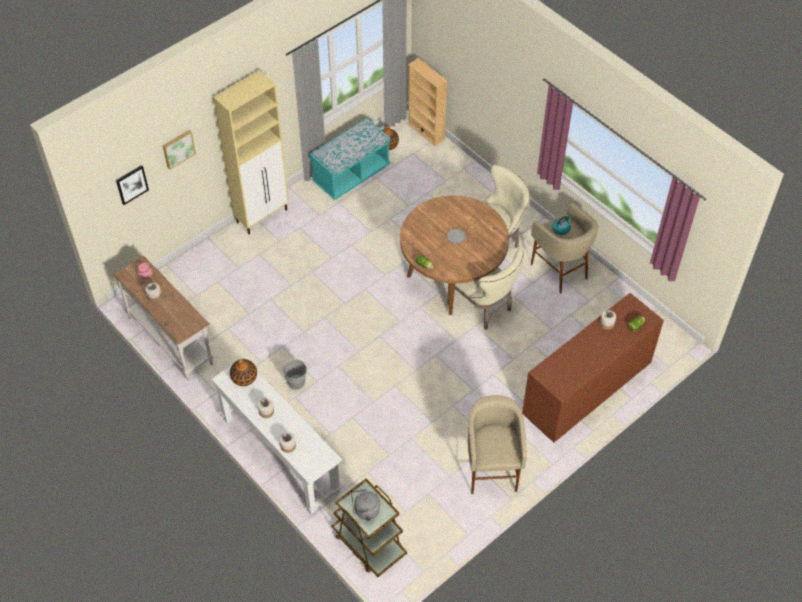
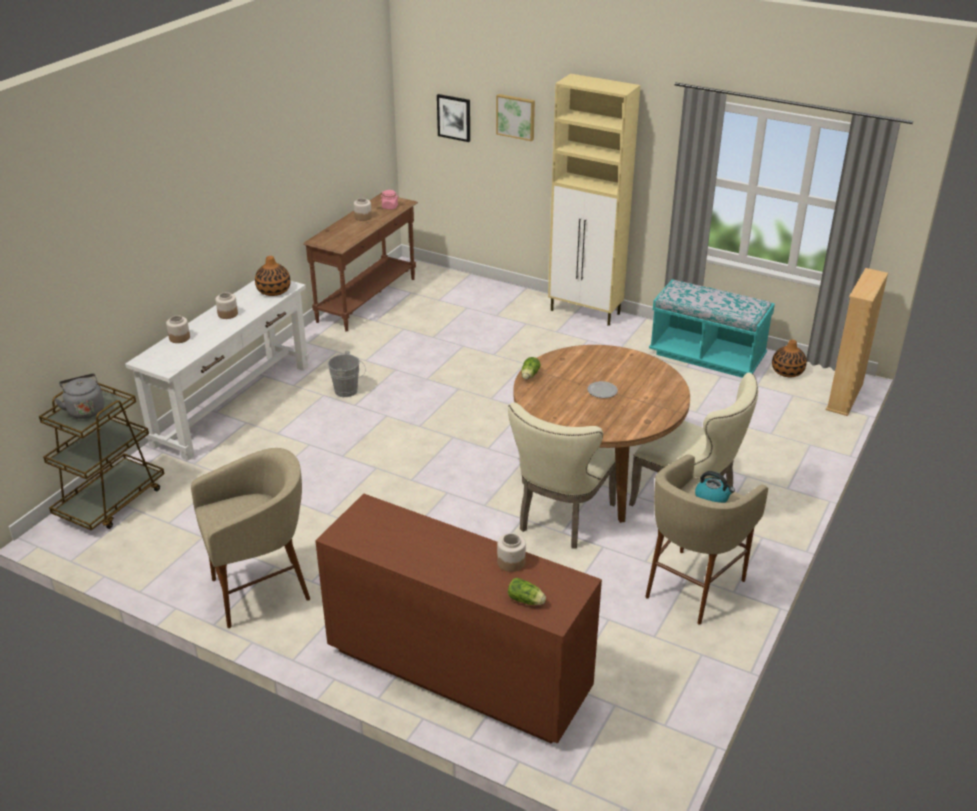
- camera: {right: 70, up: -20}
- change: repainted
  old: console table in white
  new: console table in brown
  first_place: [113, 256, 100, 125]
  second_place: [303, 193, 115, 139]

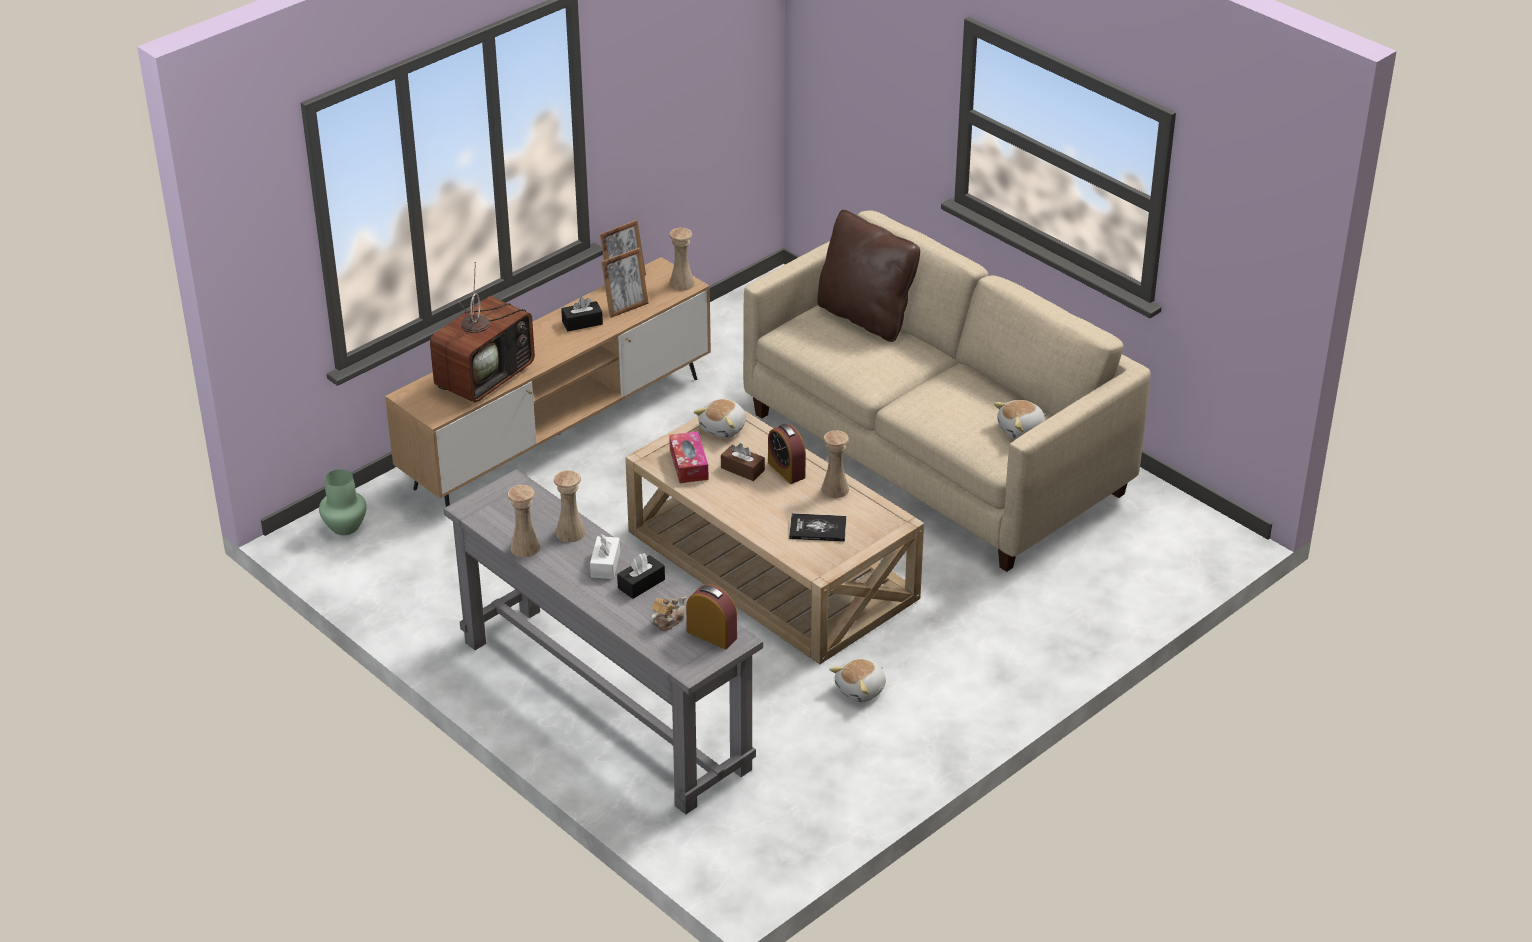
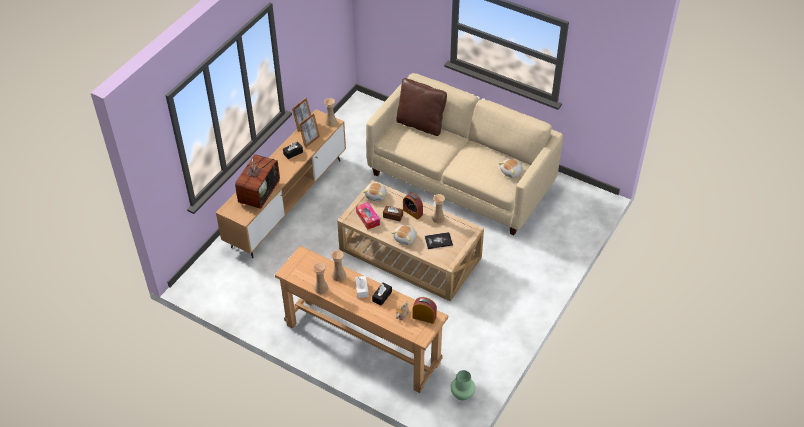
- camera: {right: -15, up: 10}
- change: shifted
  old: vase in green
  first_place: [319, 469, 48, 66]
  second_place: [451, 370, 24, 31]
- change: shifted
  old: plush toy
  first_place: [829, 659, 57, 43]
  second_place: [391, 225, 25, 20]
- change: repainted
  old: console table in grey
  new: console table in brown
  first_place: [444, 469, 319, 345]
  second_place: [275, 246, 173, 147]

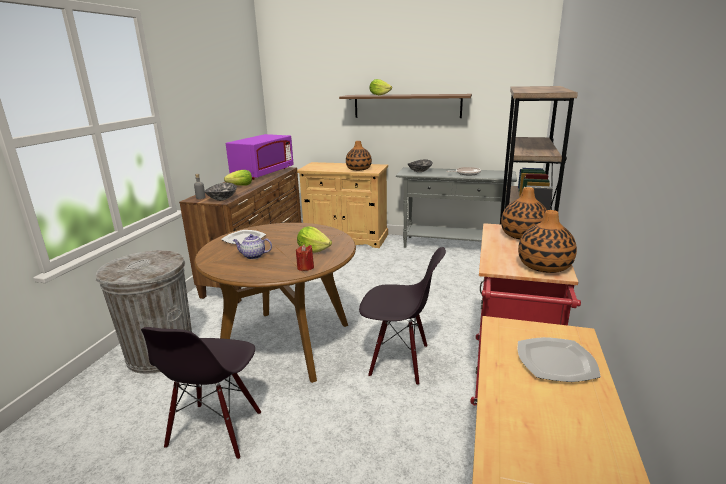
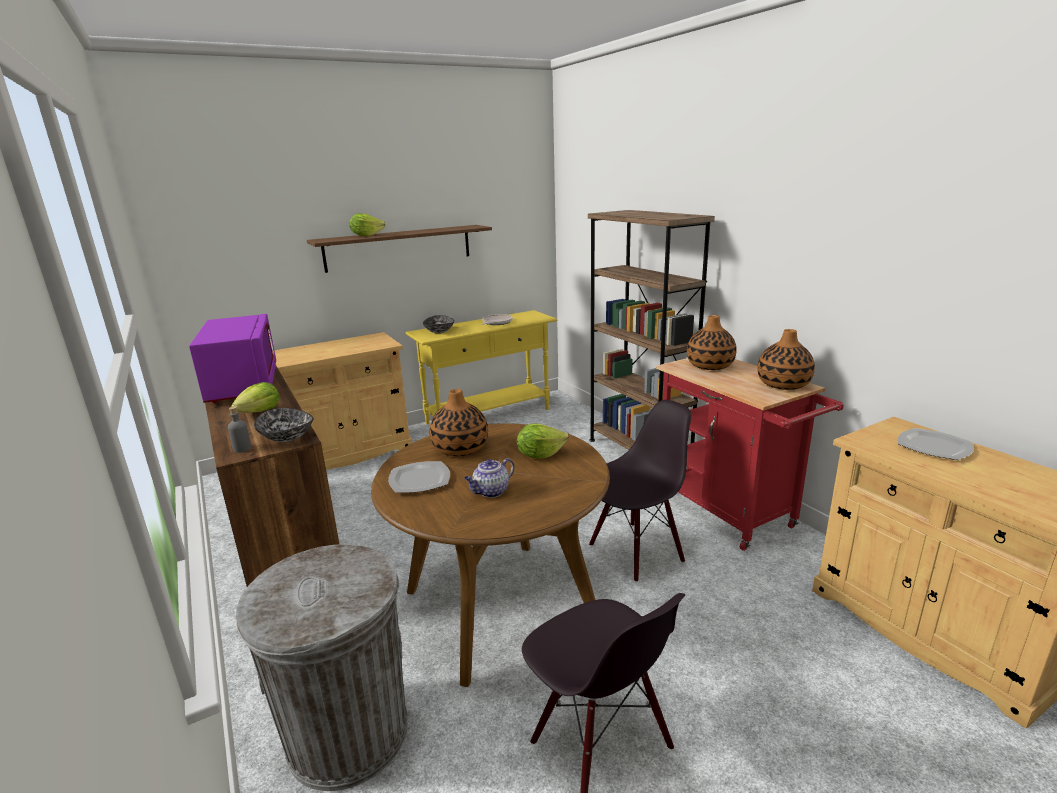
- camera: {right: -45, up: 0}
- change: gone
  old: candle in red
  first_place: [296, 244, 18, 27]
- change: shifted
  old: vase
  first_place: [346, 141, 26, 30]
  second_place: [430, 389, 58, 67]
- change: repainted
  old: console table in grey
  new: console table in yellow
  first_place: [396, 167, 121, 81]
  second_place: [406, 310, 151, 114]

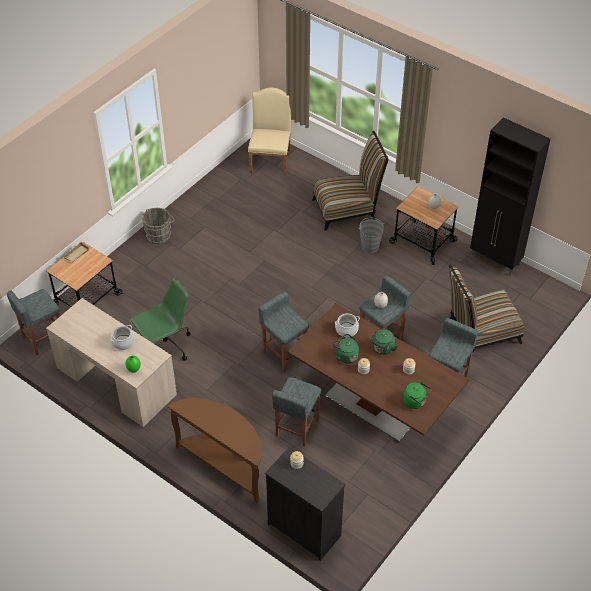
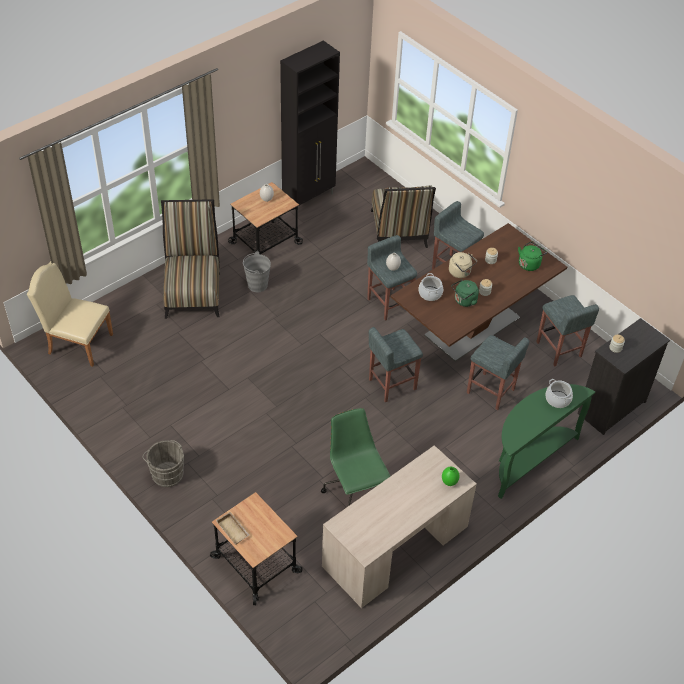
- camera: {right: -80, up: 0}
- change: shifted
  old: stool in grey
  first_place: [7, 289, 53, 67]
  second_place: [536, 295, 63, 71]
- change: shifted
  old: cooking pot
  first_place: [111, 325, 24, 25]
  second_place: [545, 379, 28, 29]
- change: repainted
  old: console table in brown
  new: console table in green
  first_place: [168, 398, 94, 105]
  second_place: [498, 384, 97, 115]
- change: repainted
  old: kettle in green
  new: kettle in beige
  first_place: [369, 329, 29, 26]
  second_place: [449, 252, 28, 26]

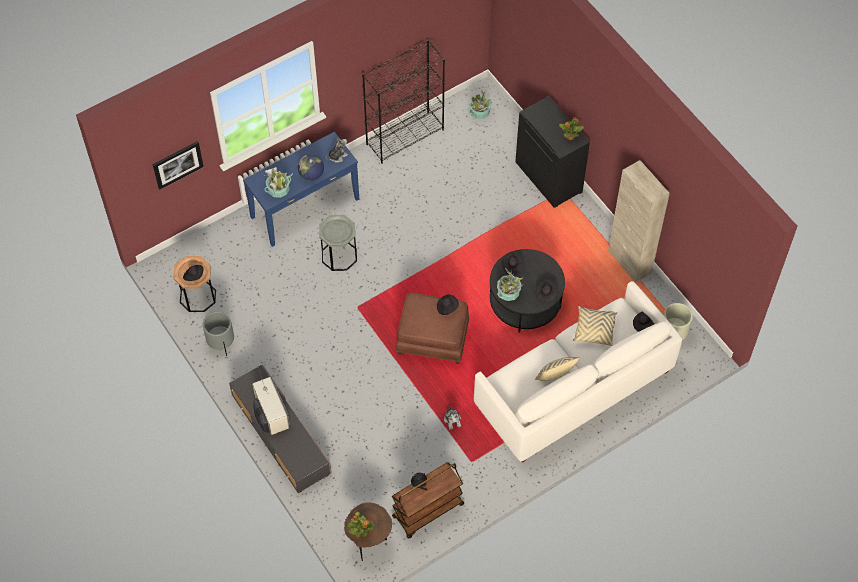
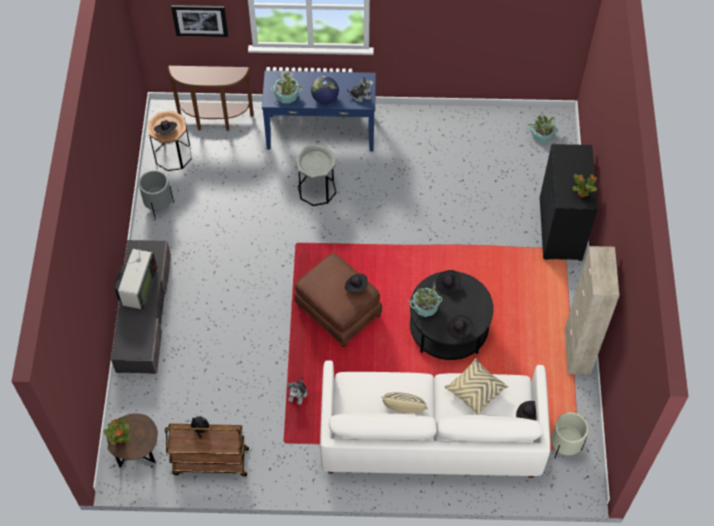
- camera: {right: 35, up: 0}
- change: gone
  old: bookcase in black
  first_place: [362, 40, 83, 124]
- change: new
  new: console table in brown
  second_place: [167, 66, 87, 65]

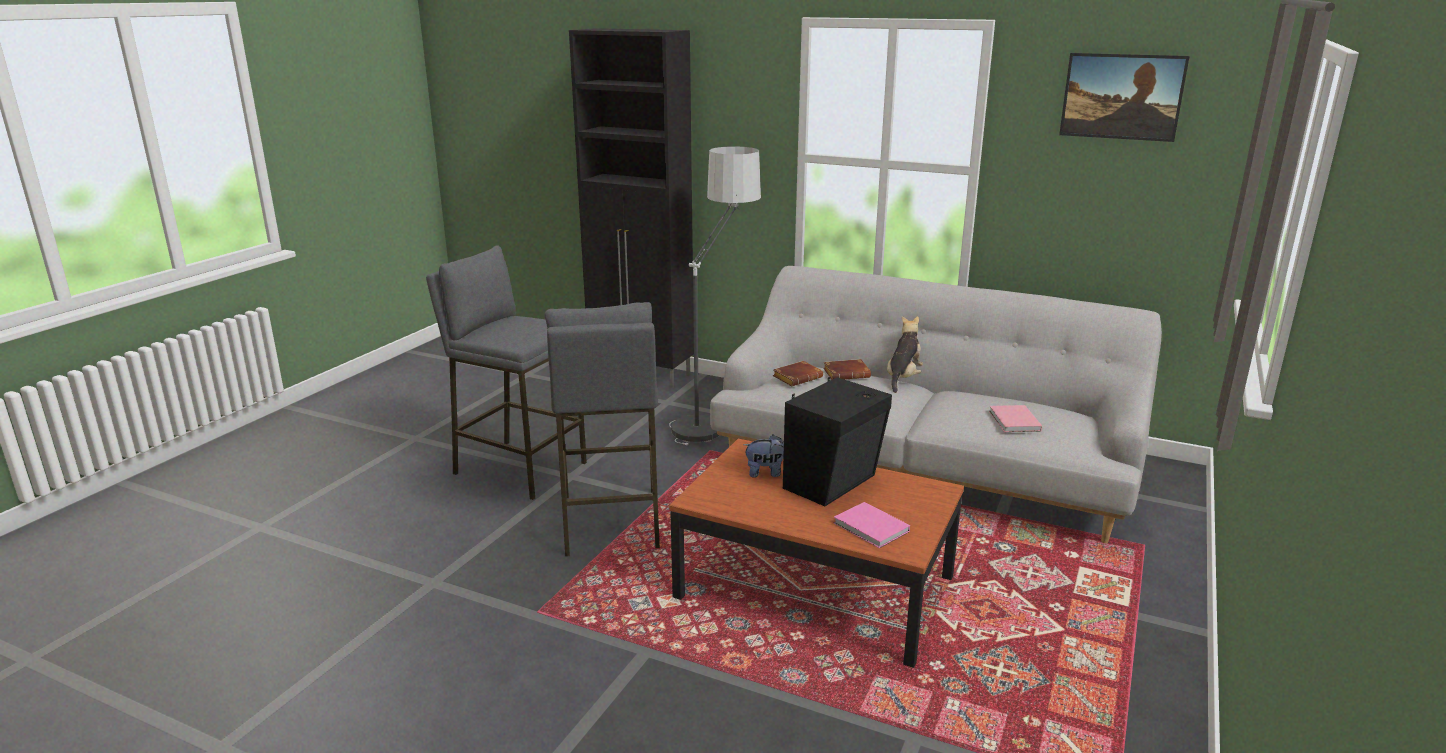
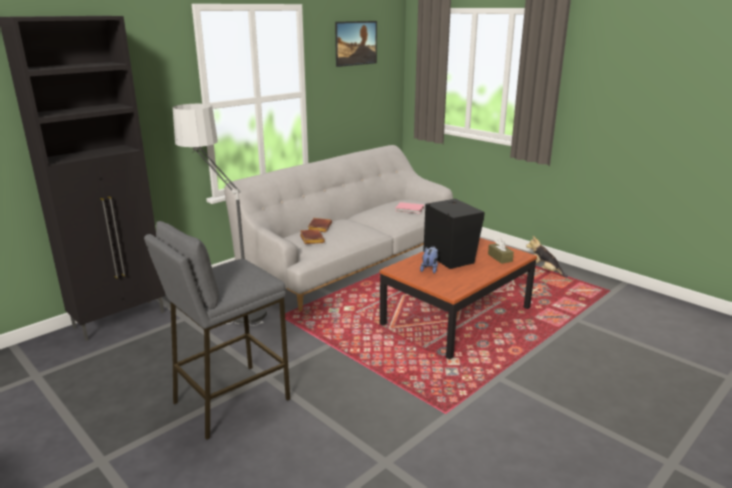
- camera: {right: -70, up: 0}
- change: gone
  old: stool in grey
  first_place: [544, 302, 116, 255]
- change: shifted
  old: plush toy
  first_place: [887, 316, 36, 77]
  second_place: [526, 236, 42, 41]
- change: swapped
  old: book in pink
  new: tissue box in brown
  first_place: [834, 502, 76, 46]
  second_place: [488, 238, 26, 26]

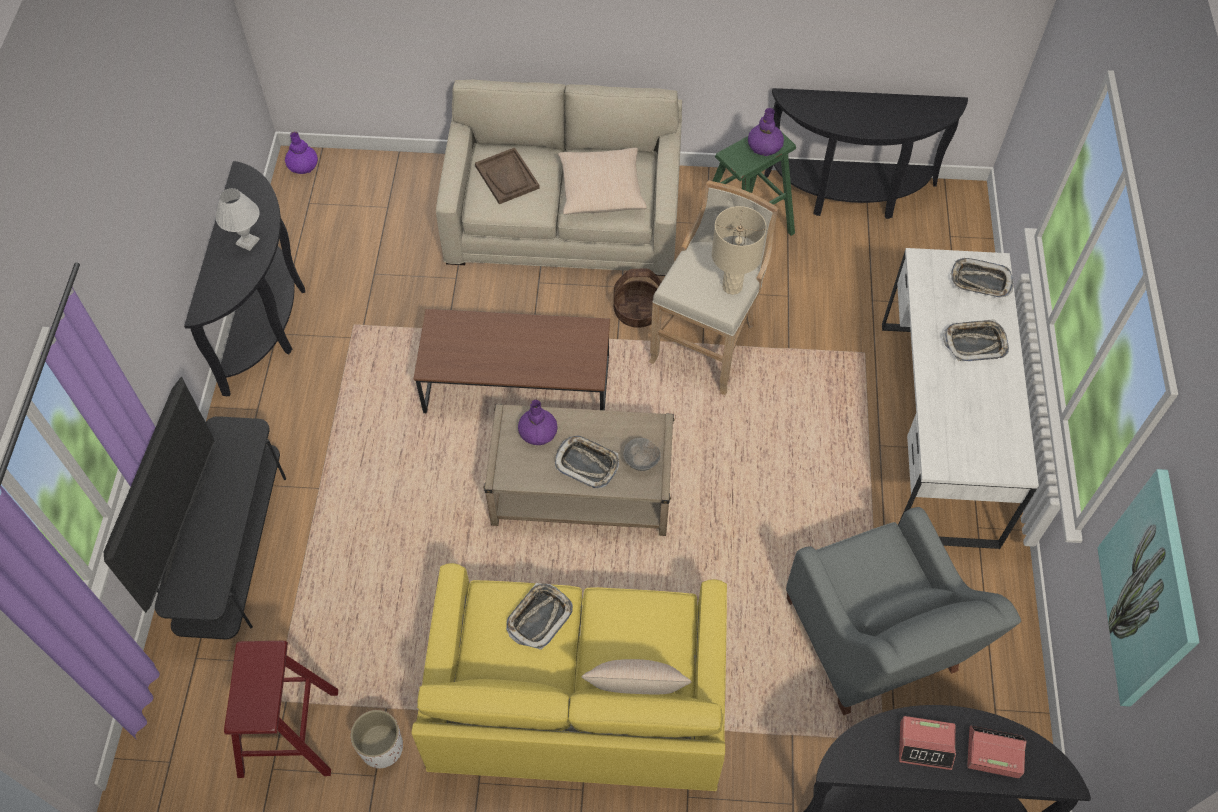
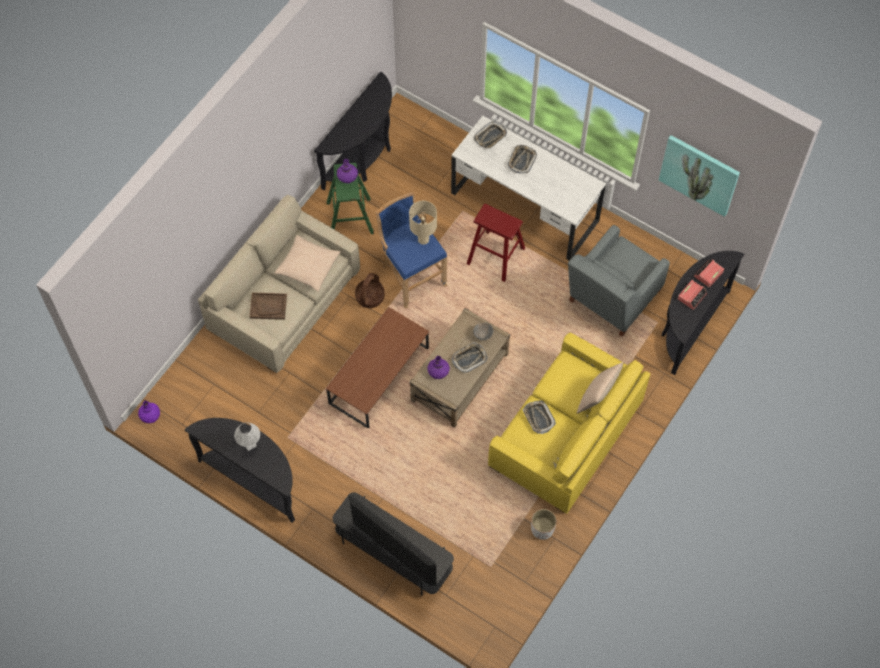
- camera: {right: -60, up: 5}
- change: shifted
  old: stool in red
  first_place: [224, 641, 114, 137]
  second_place: [467, 204, 58, 78]
- change: repainted
  old: stool in beige
  new: stool in blue
  first_place: [649, 180, 130, 215]
  second_place: [376, 192, 71, 117]
- change: rotated
  old: armchair in grey
  first_place: [786, 507, 235, 208]
  second_place: [568, 225, 102, 112]
  degrees: 120

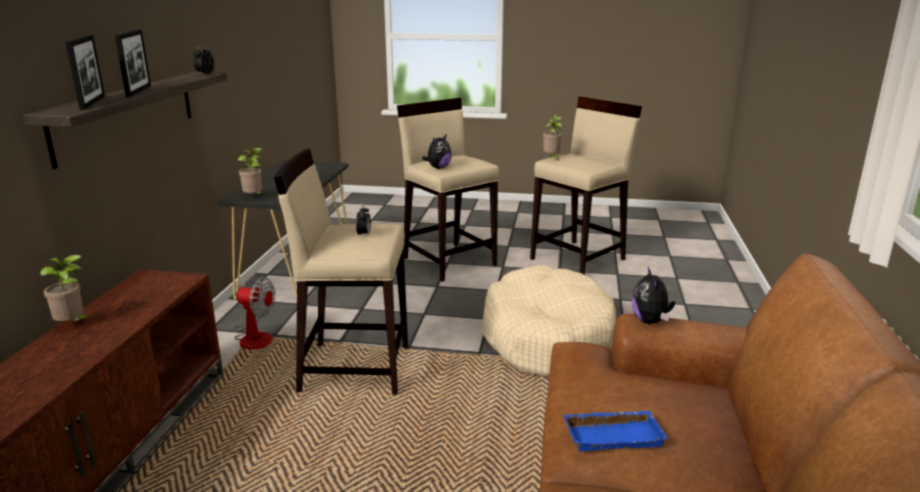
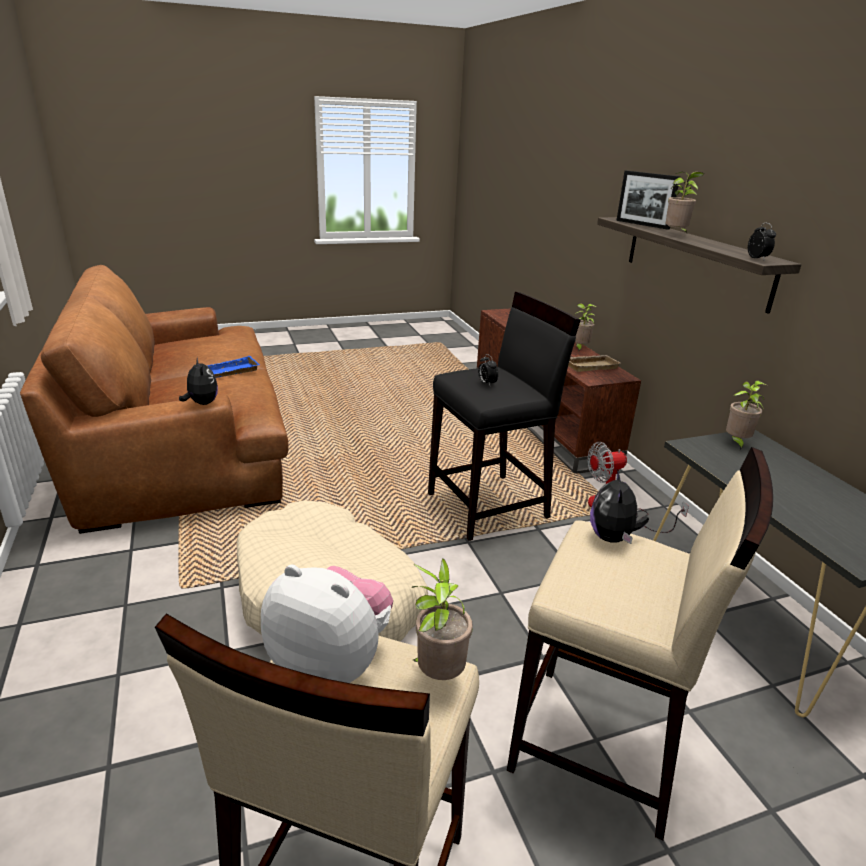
- camera: {right: 150, up: 5}
- change: new
  new: plush toy
  second_place: [261, 565, 132, 118]
- change: new
  new: tray in beige
  second_place: [568, 355, 52, 17]
- change: swapped
  old: picture frame
  new: potted plant
  first_place: [115, 29, 36, 68]
  second_place: [666, 172, 38, 61]
- change: repainted
  old: stool in beige
  new: stool in black
  first_place: [274, 149, 134, 246]
  second_place: [428, 292, 153, 249]

